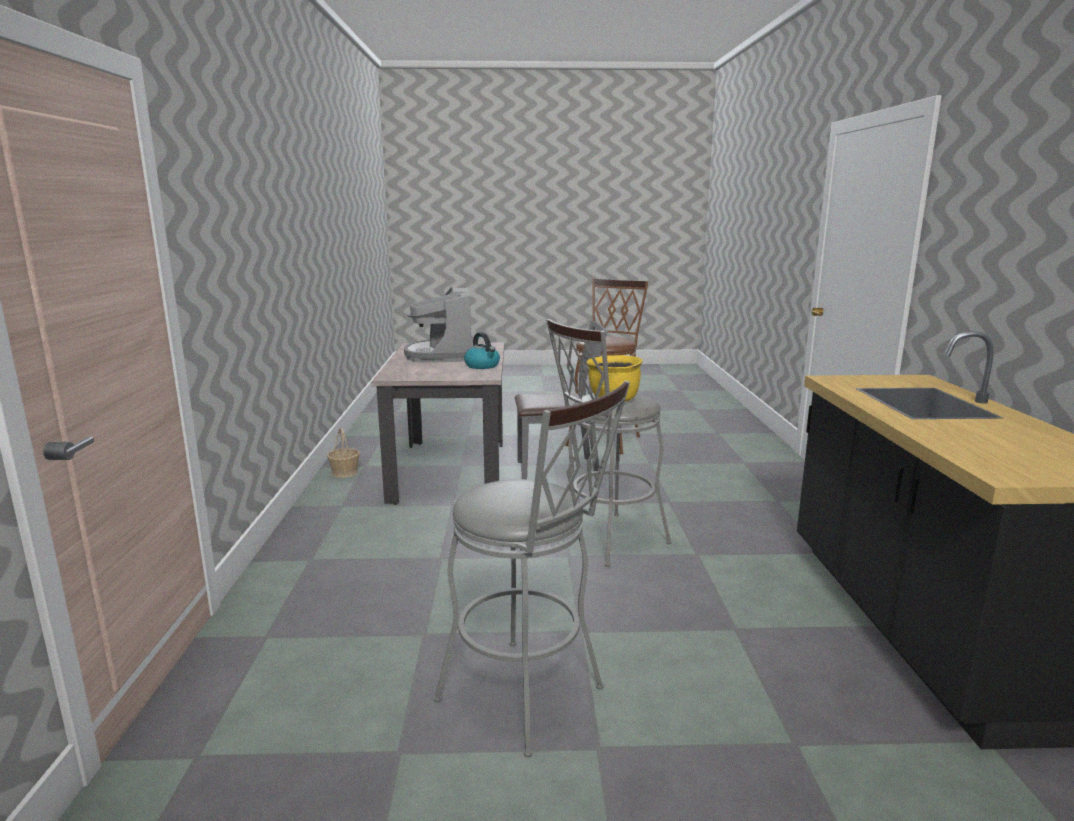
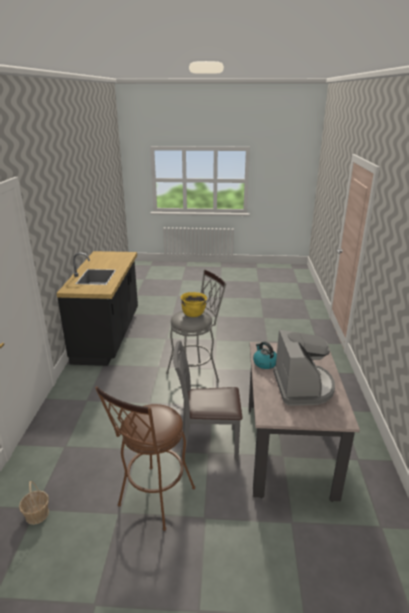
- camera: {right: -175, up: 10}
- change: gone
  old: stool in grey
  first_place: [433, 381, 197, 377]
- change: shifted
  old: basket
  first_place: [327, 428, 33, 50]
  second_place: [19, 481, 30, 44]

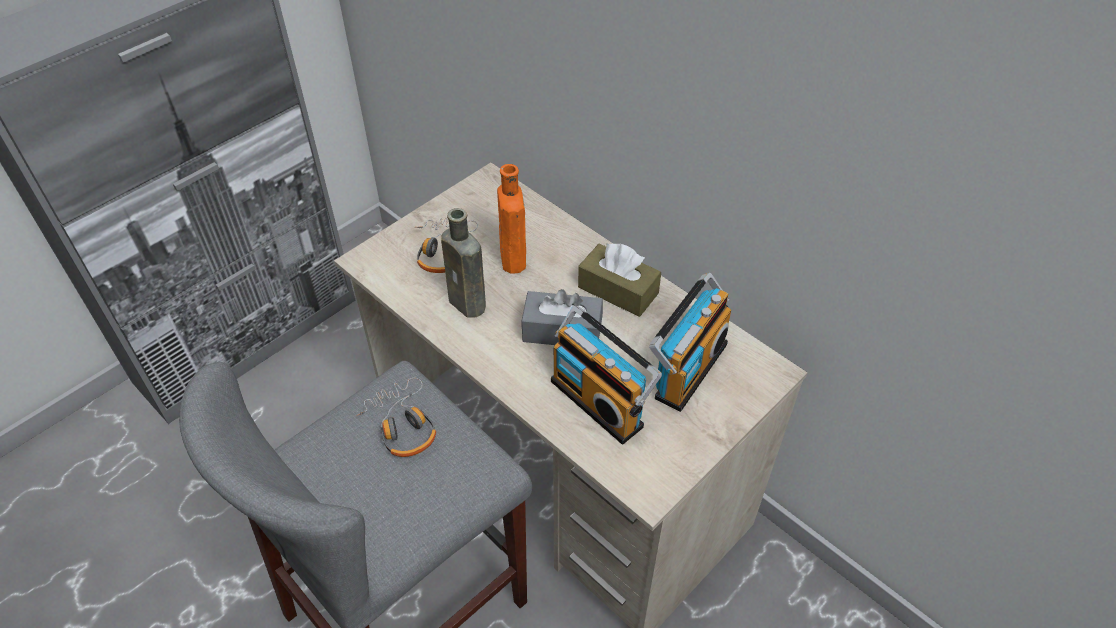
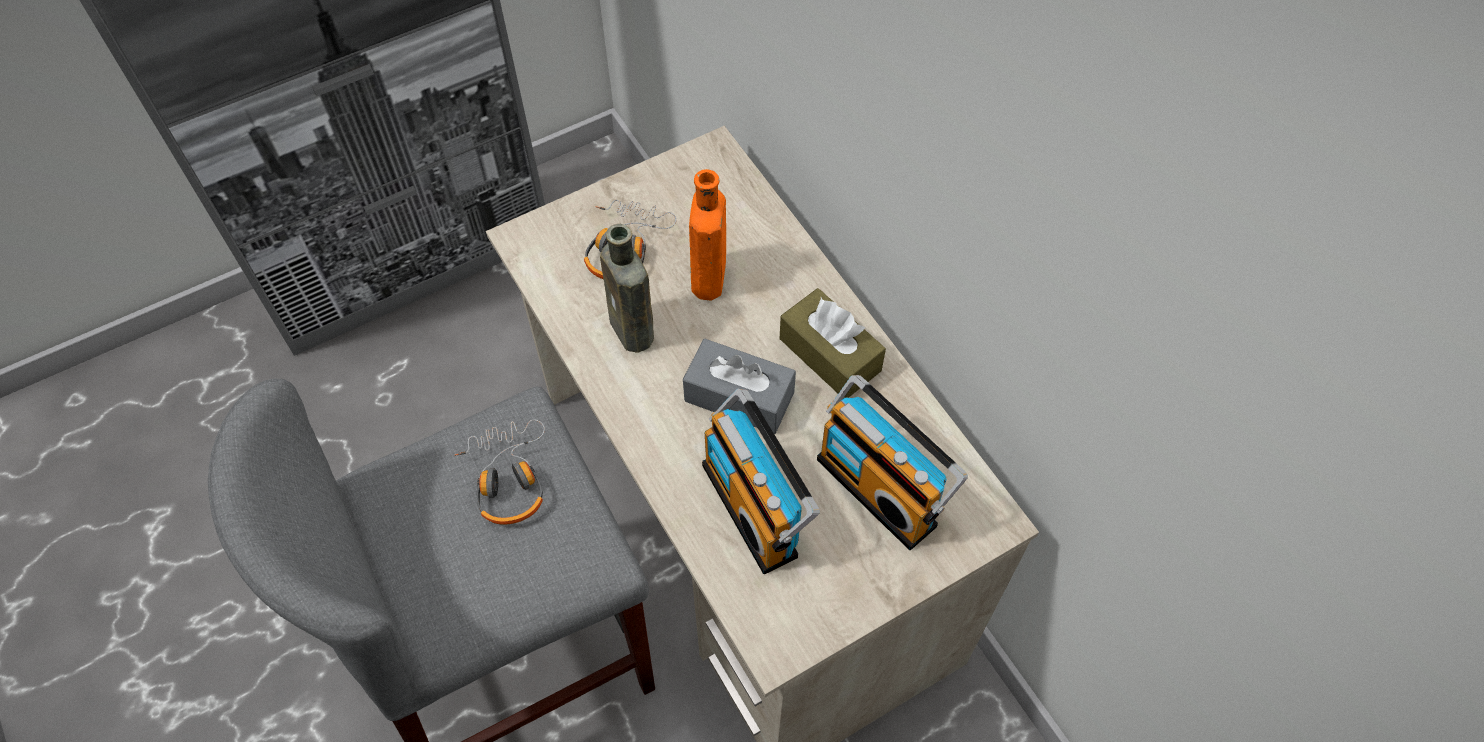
- camera: {right: 15, up: 10}
- change: rotated
  old: radio
  first_place: [649, 273, 82, 139]
  second_place: [817, 375, 151, 175]
  degrees: 90

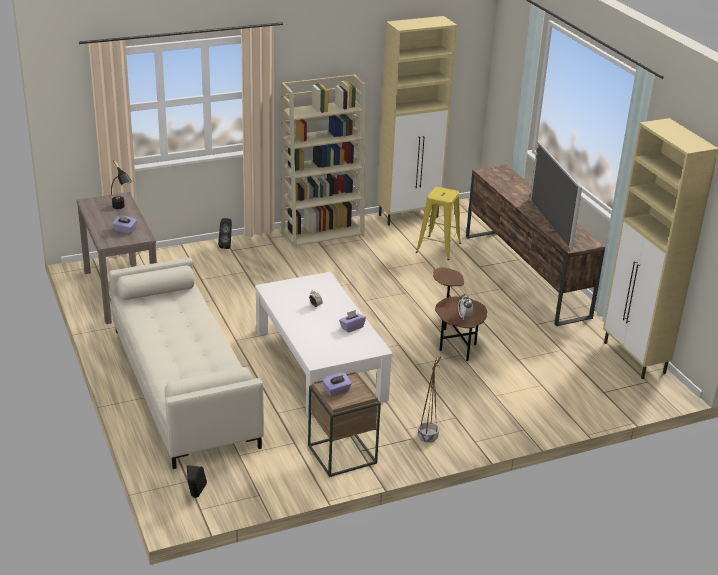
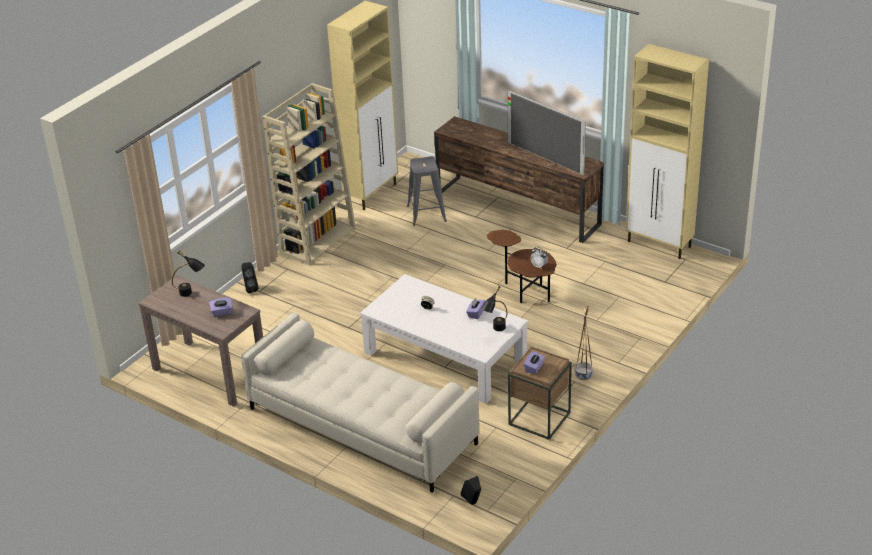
- camera: {right: -30, up: 5}
- change: new
  new: table lamp in black
  second_place: [481, 286, 26, 45]
- change: repainted
  old: stool in yellow
  new: stool in grey
  first_place: [416, 187, 45, 73]
  second_place: [407, 156, 40, 70]

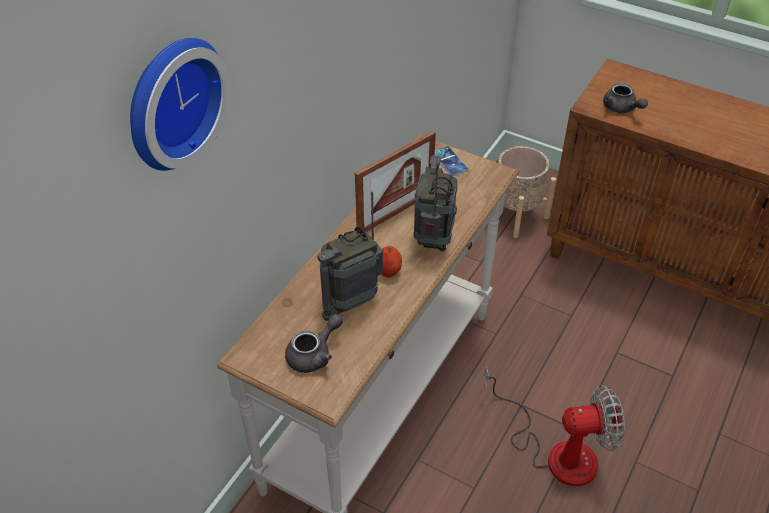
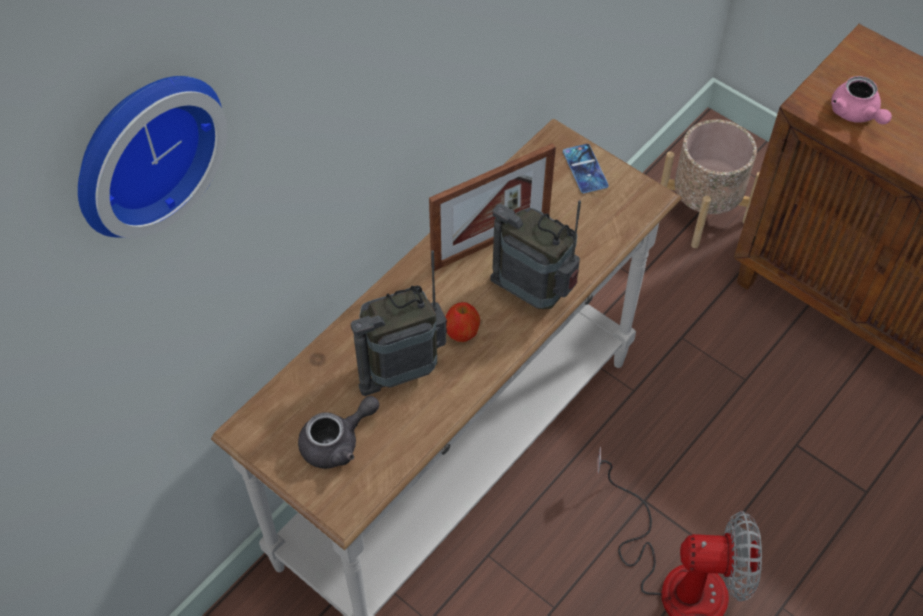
- camera: {right: 10, up: 10}
- change: repainted
  old: teapot in grey
  new: teapot in pink
  first_place: [603, 83, 45, 30]
  second_place: [831, 76, 61, 48]
- change: rotated
  old: radio
  first_place: [414, 155, 44, 96]
  second_place: [490, 200, 91, 109]
  degrees: -75

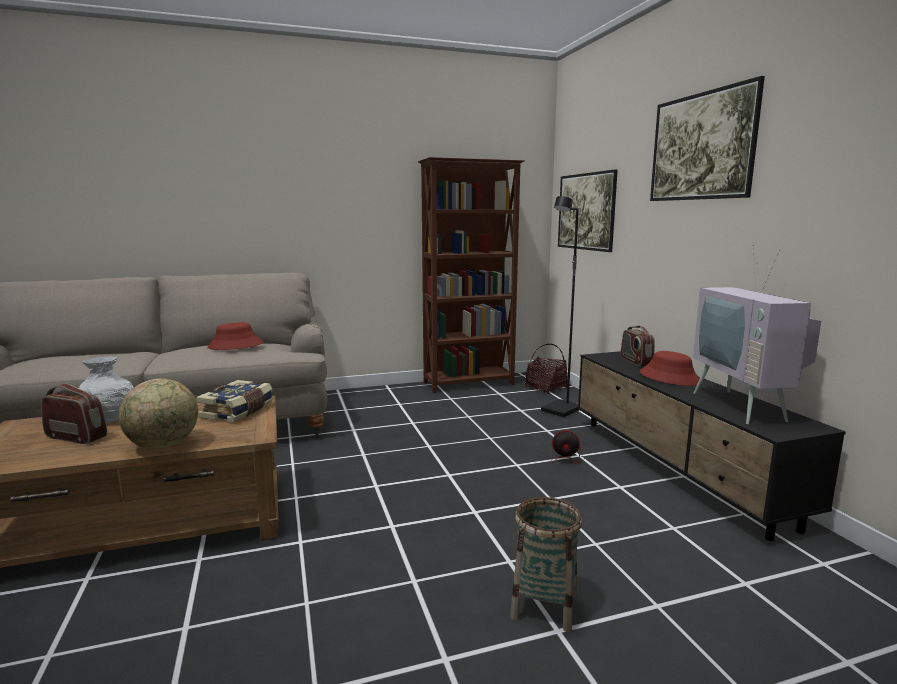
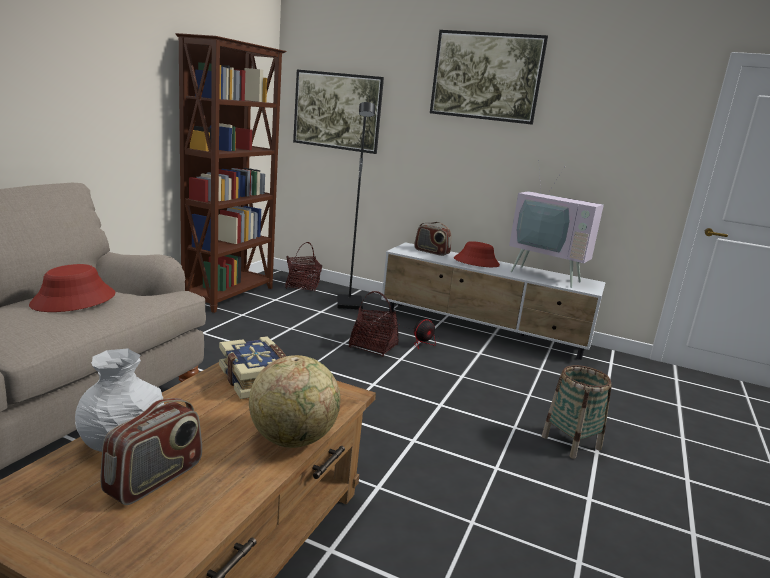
- camera: {right: -50, up: 5}
- change: new
  new: basket
  second_place: [349, 291, 49, 66]
- change: repainted
  old: tv stand in black
  new: tv stand in white
  first_place: [578, 351, 268, 190]
  second_place: [381, 242, 225, 118]
- change: rotated
  old: radio
  first_place: [41, 383, 66, 61]
  second_place: [100, 398, 102, 107]
  degrees: 150

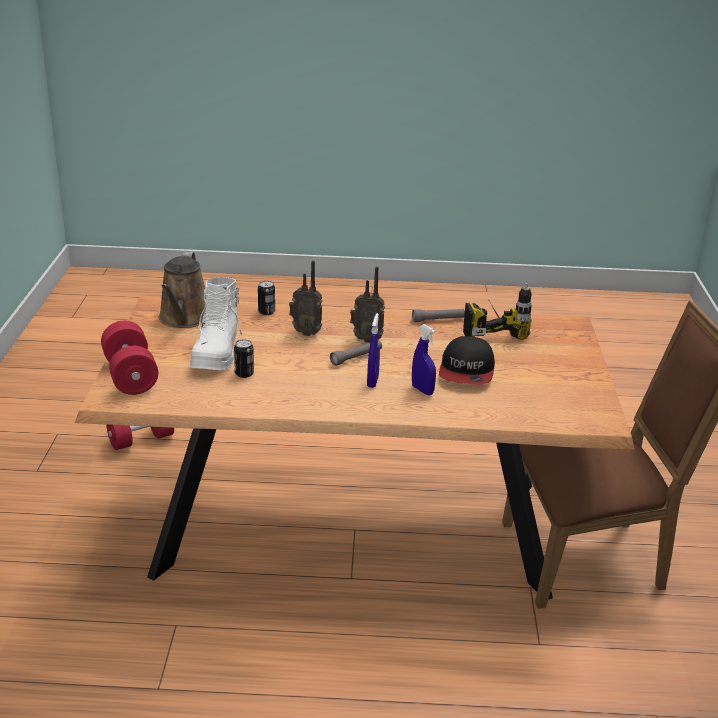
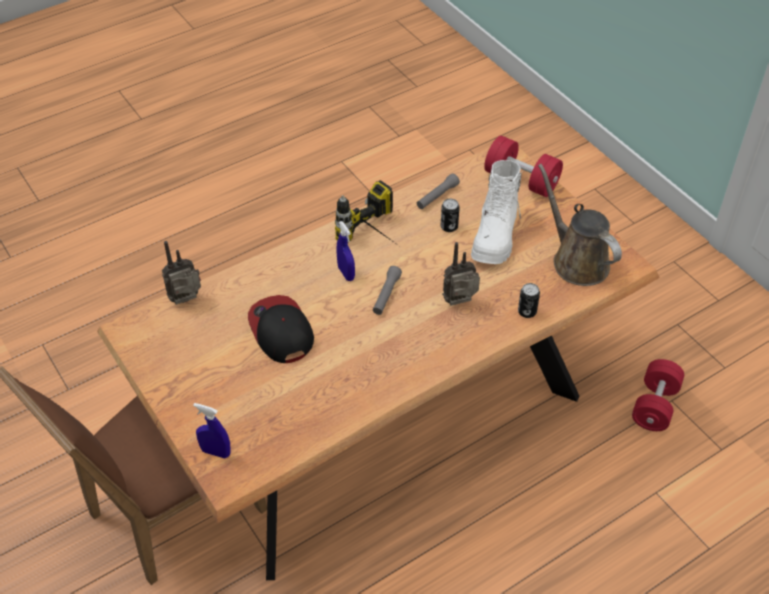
- camera: {right: 145, up: 20}
- change: shifted
  old: radio
  first_place: [350, 267, 35, 76]
  second_place: [162, 241, 39, 64]
- change: shifted
  old: flashlight in grey
  first_place: [412, 309, 53, 13]
  second_place: [417, 173, 43, 36]
- change: shifted
  old: spray bottle in blue
  first_place: [412, 324, 24, 71]
  second_place: [193, 403, 38, 56]
- change: shifted
  old: power drill
  first_place: [463, 283, 69, 57]
  second_place: [335, 180, 60, 63]
- change: rotated
  old: boot in white
  first_place: [189, 277, 53, 93]
  second_place: [471, 160, 51, 104]
  degrees: -135

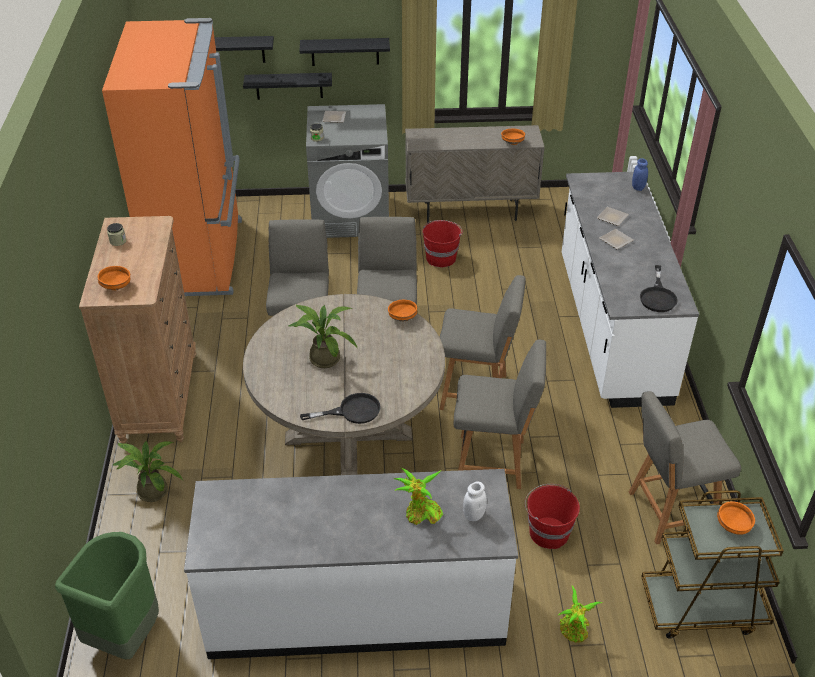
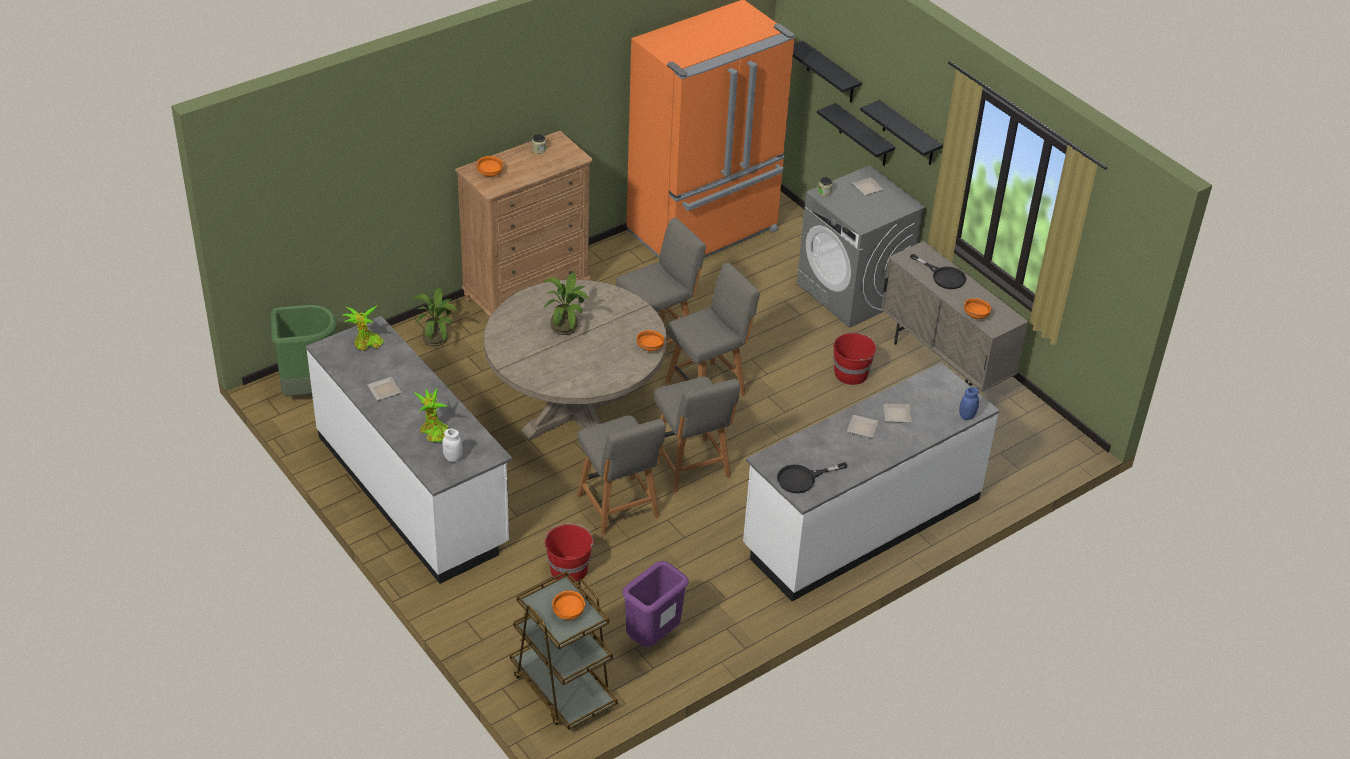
- camera: {right: 55, up: 0}
- change: new
  new: plate
  second_place: [367, 377, 35, 24]
- change: shifted
  old: frying pan in black
  first_place: [300, 393, 81, 31]
  second_place: [910, 254, 56, 35]
- change: shifted
  old: potted plant
  first_place: [557, 586, 46, 57]
  second_place: [343, 305, 41, 46]
- change: swapped
  old: chair in grey
  new: trash can in purple
  first_place: [629, 391, 112, 154]
  second_place: [622, 561, 67, 86]

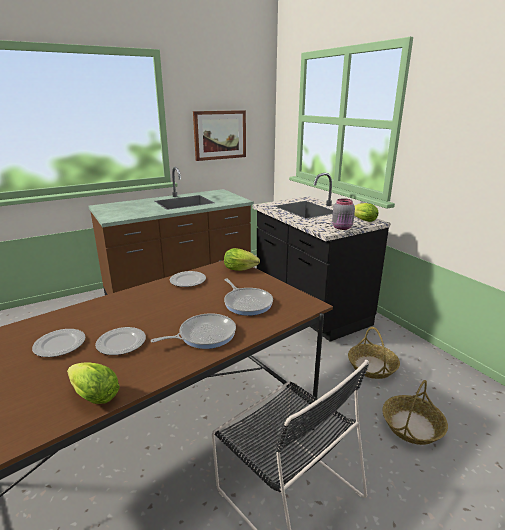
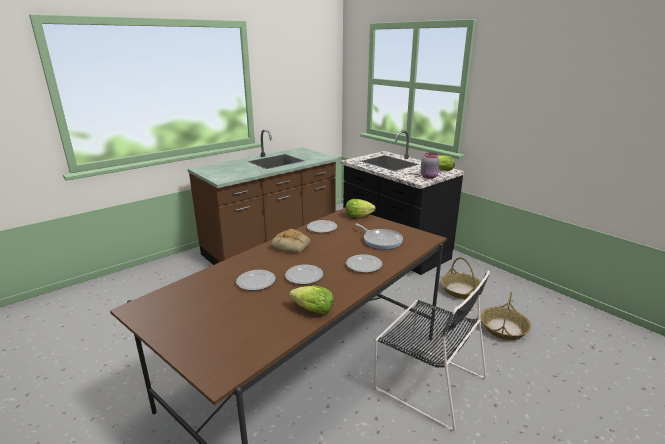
- camera: {right: -10, up: 0}
- change: gone
  old: picture
  first_place: [193, 110, 53, 51]
- change: new
  new: bread
  second_place: [271, 229, 40, 24]
- change: swapped
  old: frying pan
  new: plate
  first_place: [151, 313, 85, 36]
  second_place: [346, 255, 37, 18]

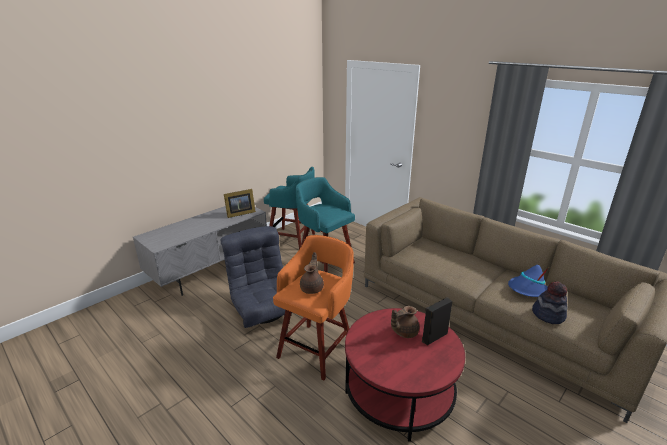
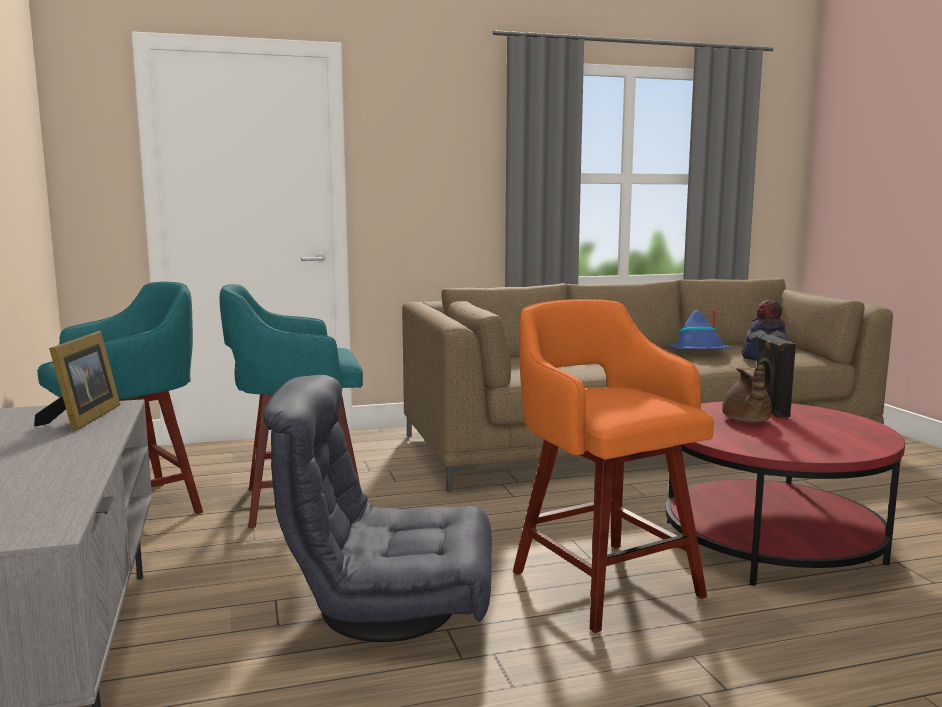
- camera: {right: -60, up: -15}
- change: gone
  old: teapot in brown
  first_place: [300, 252, 24, 42]

